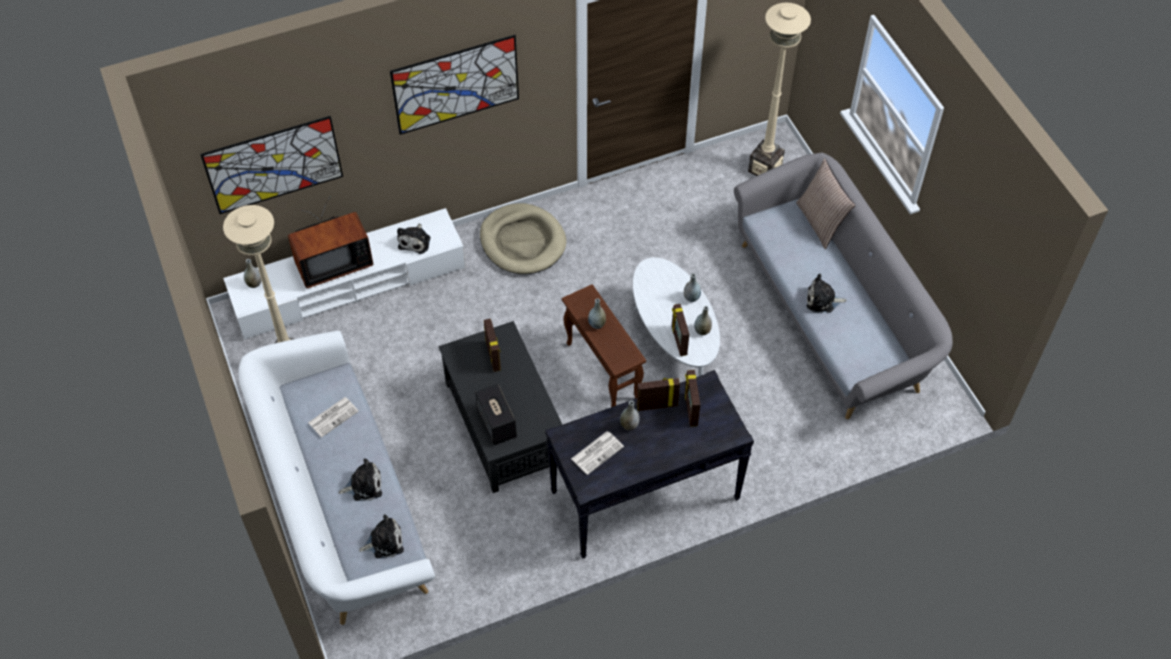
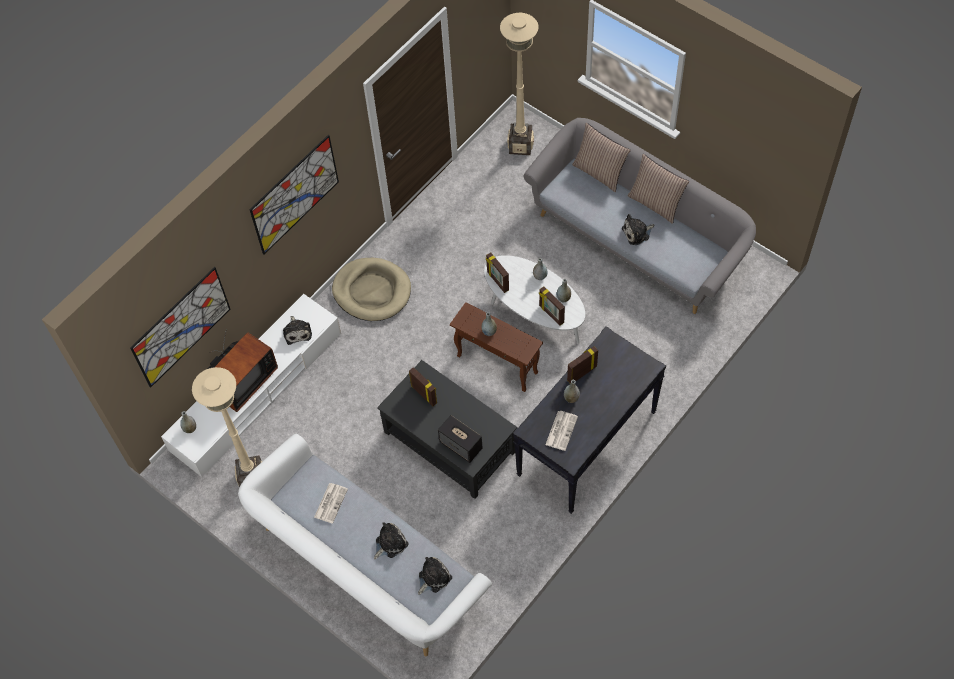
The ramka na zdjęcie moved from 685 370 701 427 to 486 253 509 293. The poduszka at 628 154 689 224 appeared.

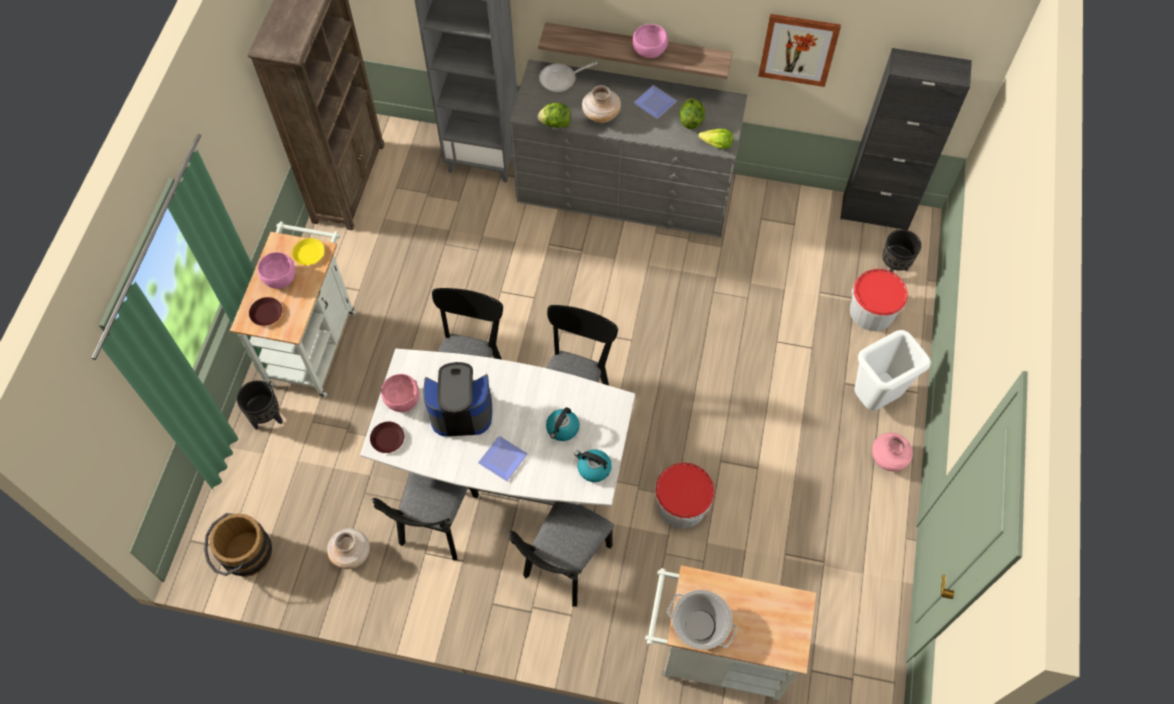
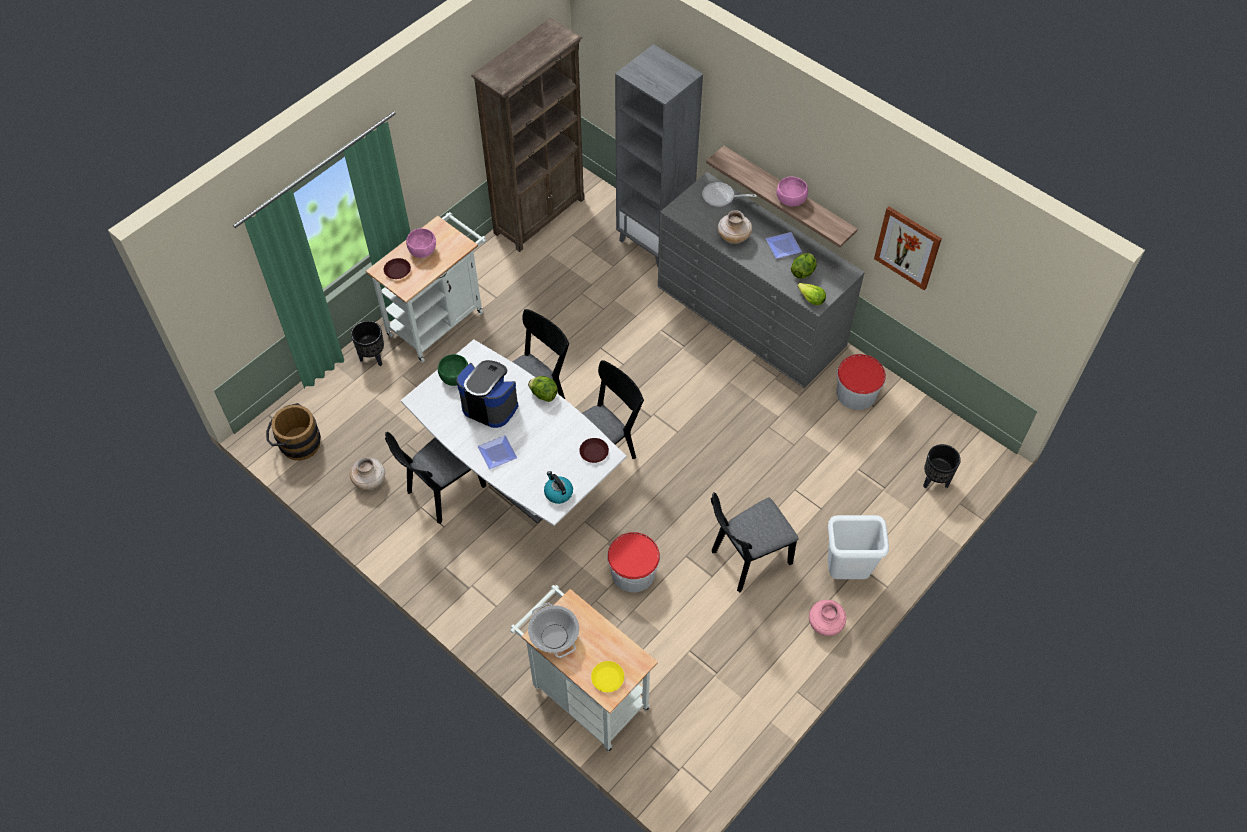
The miska/różowy at 381 374 419 412 became the miska/zielony at 438 354 468 386. The sałata moved from 537 103 571 128 to 528 376 558 402. The talerz/brązowy moved from 370 422 404 453 to 579 438 609 463. The talerz/żółty moved from 292 238 325 265 to 591 661 624 692. The krzesło/czarny moved from 509 501 614 607 to 711 492 799 592. The wiadro moved from 850 269 908 331 to 836 354 886 410. The czajnik at 546 407 579 441 disappeared. The szafka/czarny at 840 48 972 230 disappeared.

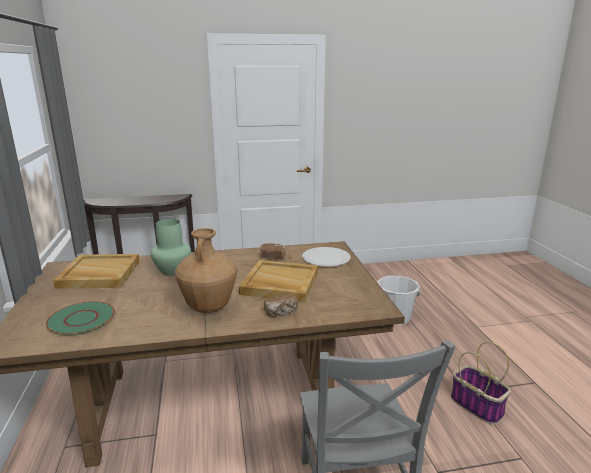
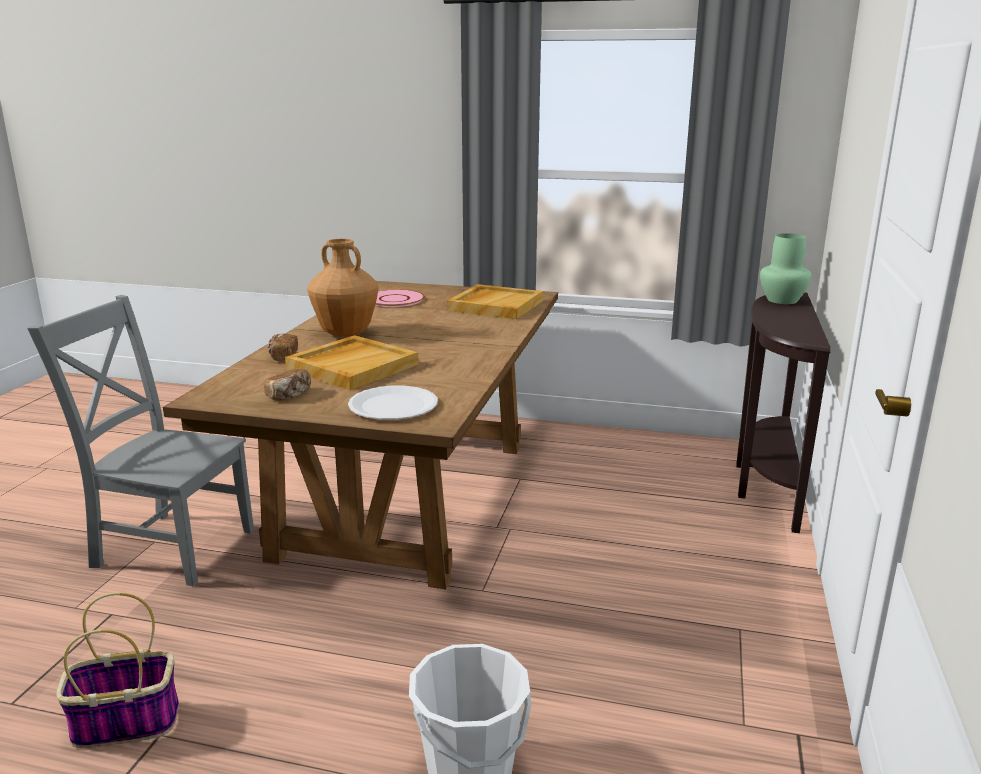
The chleb moved from 260 243 286 259 to 264 369 311 401. The talerz/zielony at 46 301 115 336 became the talerz/różowy at 375 289 425 307. The wazon/zielony moved from 151 219 191 276 to 760 233 812 304.

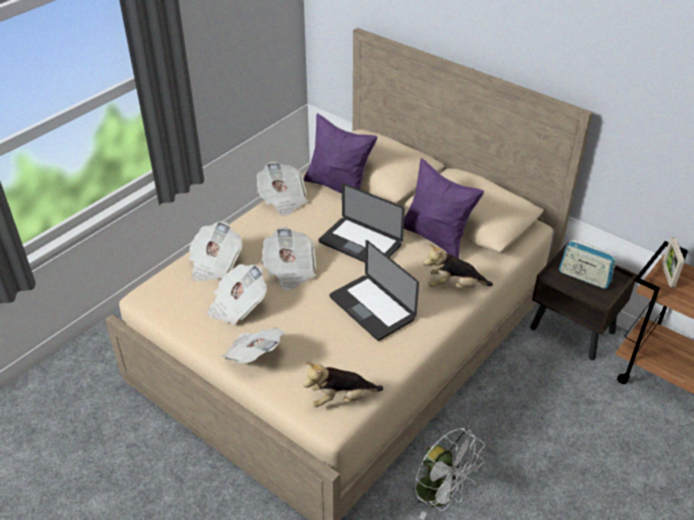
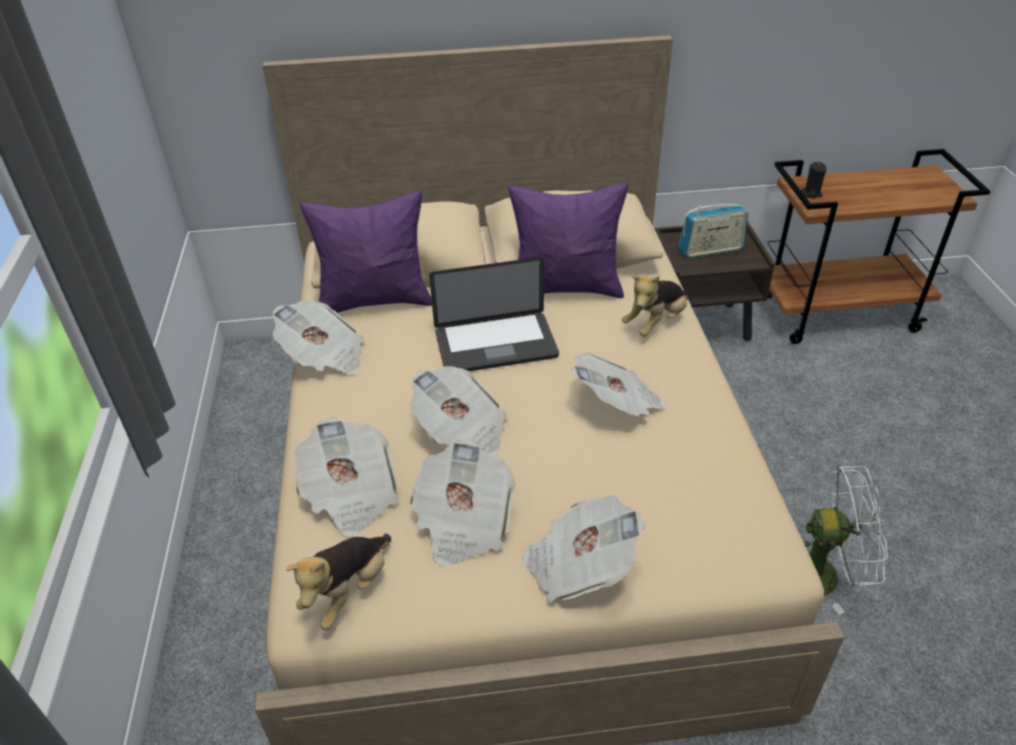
The pluszak moved from 303 362 383 407 to 286 534 391 630. The laptop at 329 240 419 341 was replaced by the gazeta at 571 353 667 417. The ramka na zdjęcie at 662 237 684 288 was replaced by the świeca/czarny at 801 162 826 198.

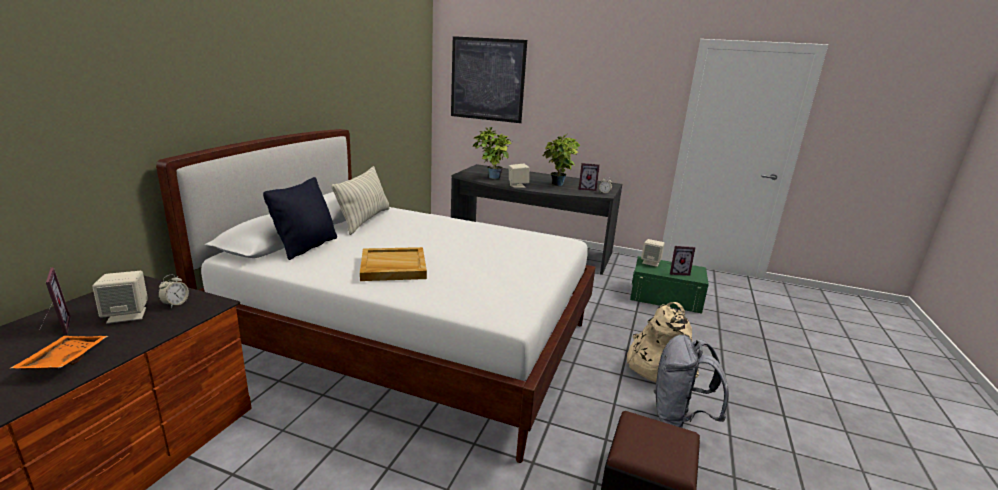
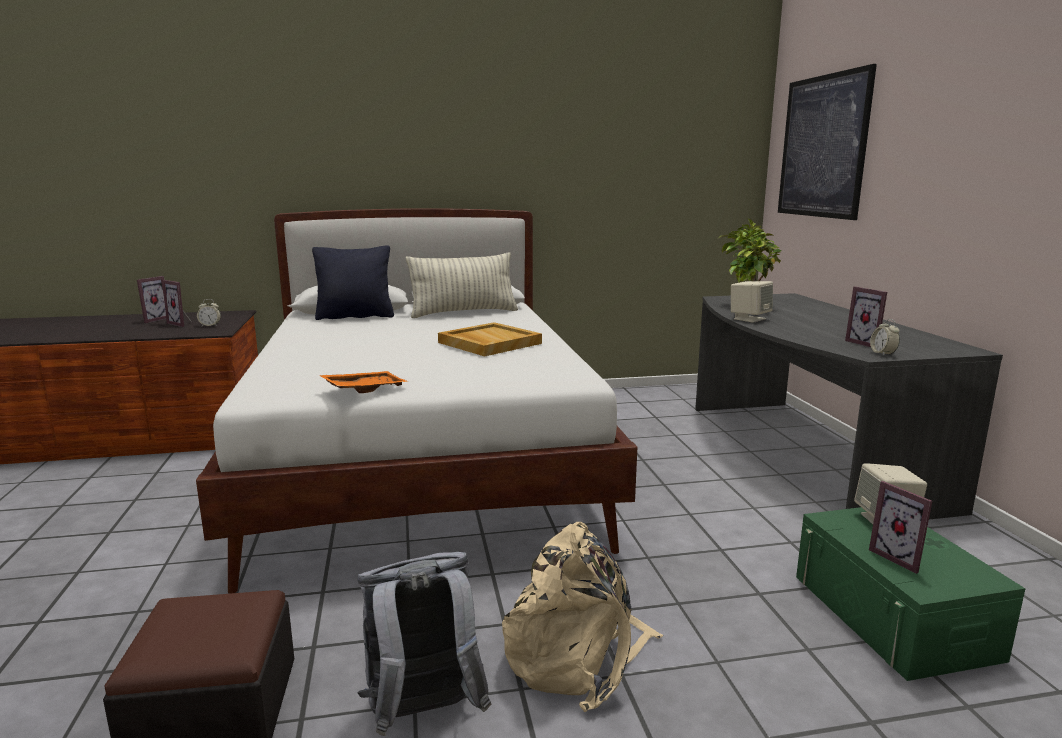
The głośnik/beżowy at 92 271 148 324 was replaced by the ramka na zdjęcie at 162 280 192 327. The taca/pomarańczowy moved from 11 336 108 370 to 319 371 408 393. The taca/beżowy moved from 360 247 427 281 to 438 322 542 356. The roślina doniczkowa at 543 134 580 186 disappeared.

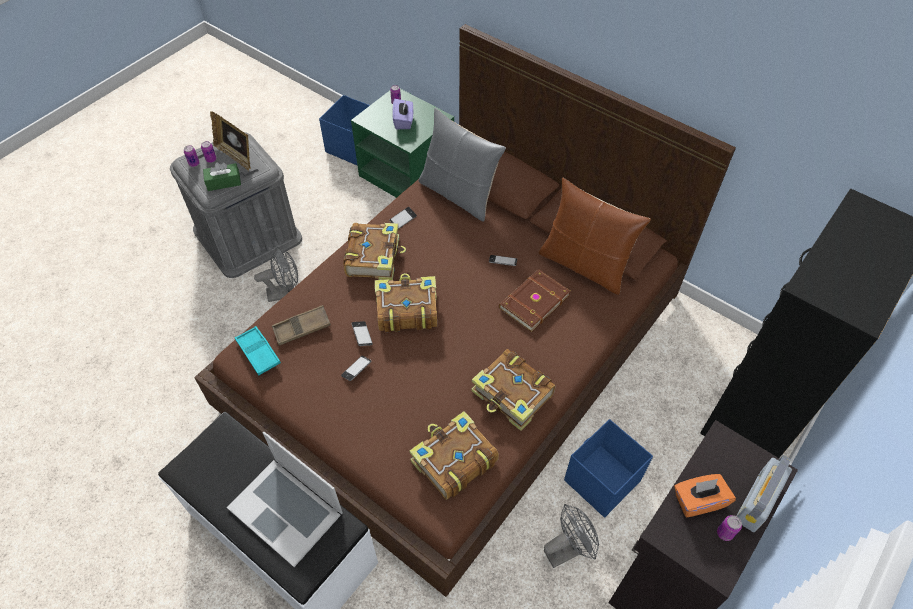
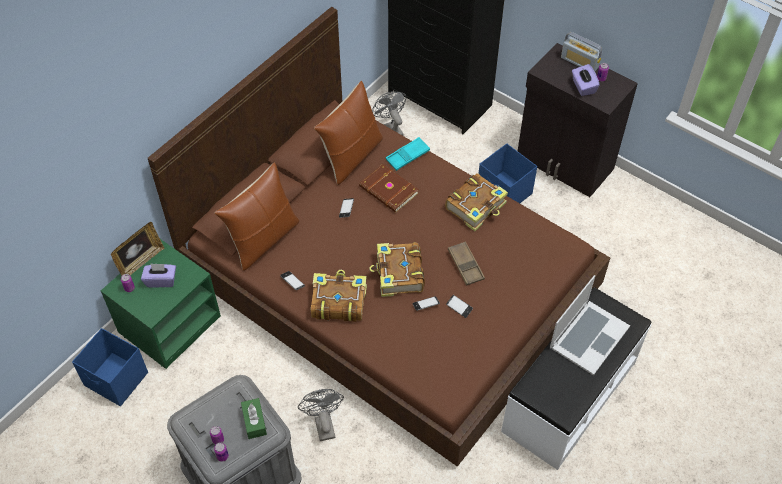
The ramka na zdjęcie moved from 210 111 251 171 to 111 222 165 276. The poduszka/szary at 418 108 506 222 became the poduszka/brązowy at 215 162 299 271. The wentylator/szary moved from 544 504 599 568 to 372 91 406 136. The taca/turkusowy moved from 235 326 281 375 to 386 137 430 171. The taca/brązowy moved from 272 305 331 346 to 448 241 485 286. The pudełko chusteczek/pomarańczowy at 674 474 736 518 became the pudełko chusteczek/fioletowy at 572 64 600 96. The książka at 409 411 499 500 disappeared.

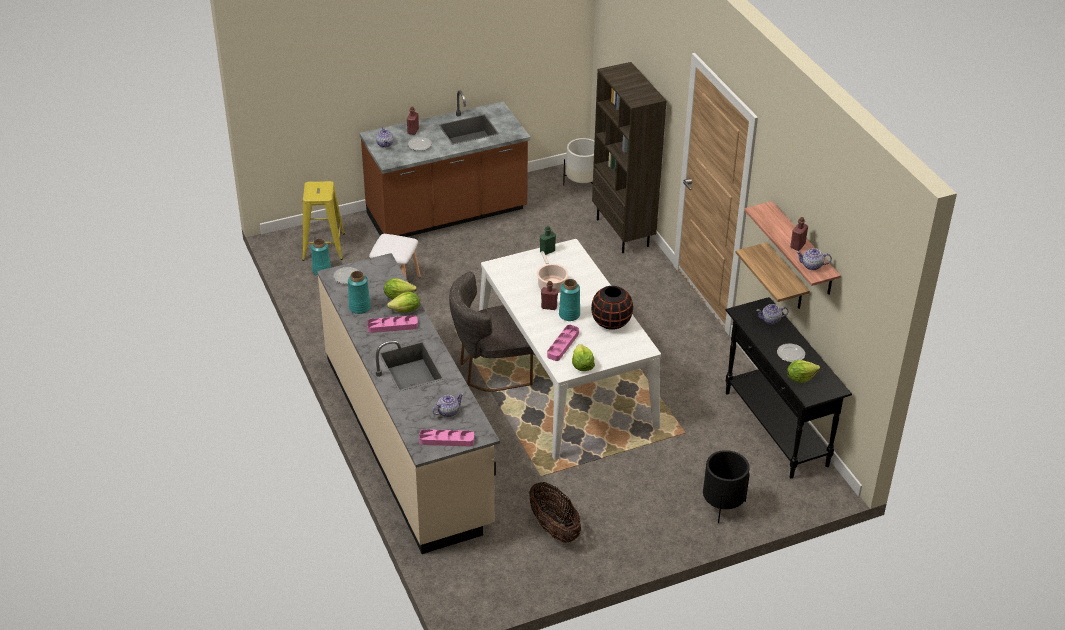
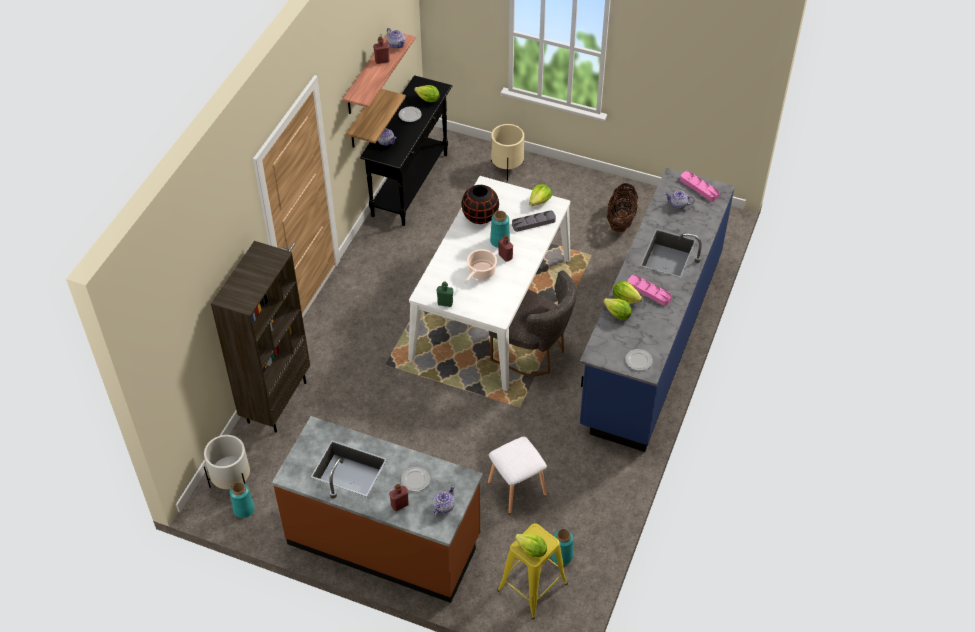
The wazon/turkusowy moved from 348 271 371 314 to 230 482 254 518. The donica/czarny at 703 450 750 523 became the donica/beżowy at 491 124 524 181. The taca/różowy at 547 325 579 361 became the taca/szary at 512 210 556 232. The sałata at 515 534 547 557 appeared. The zabudowa kuchenna/beżowy at 317 253 500 554 became the zabudowa kuchenna/niebieski at 580 168 735 452.

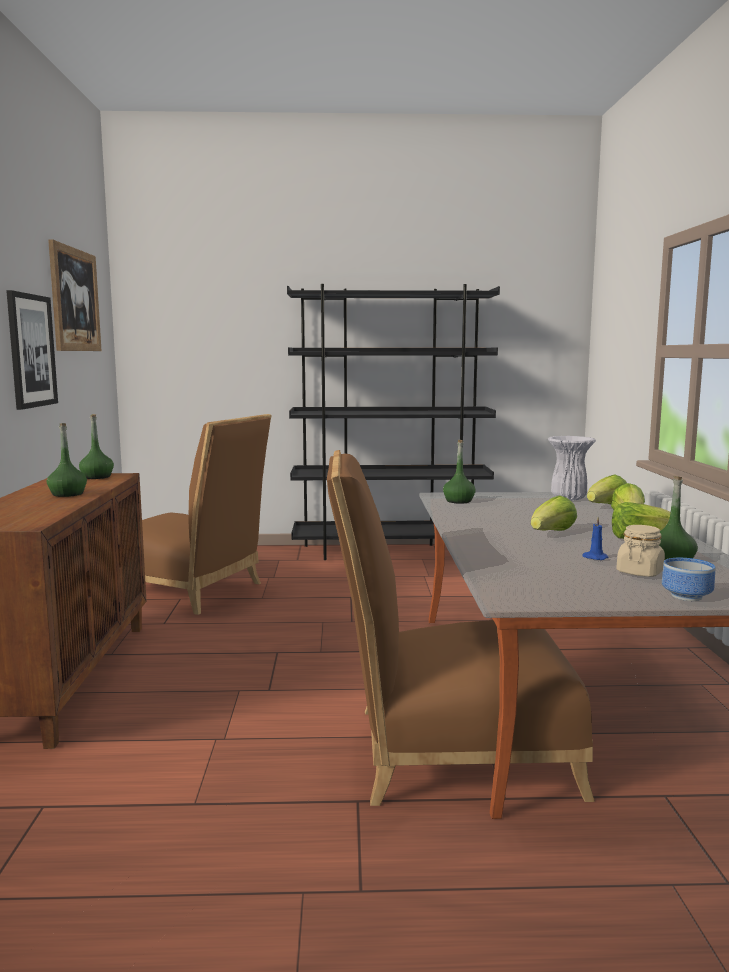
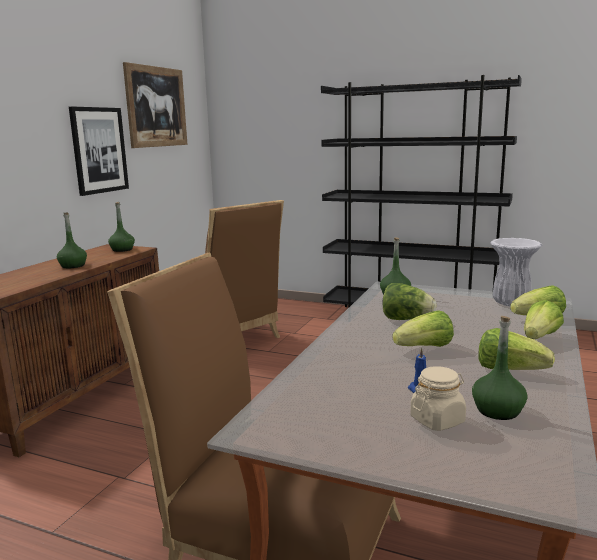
The sałata at 382 283 437 320 appeared. The miska at 662 558 715 601 disappeared.

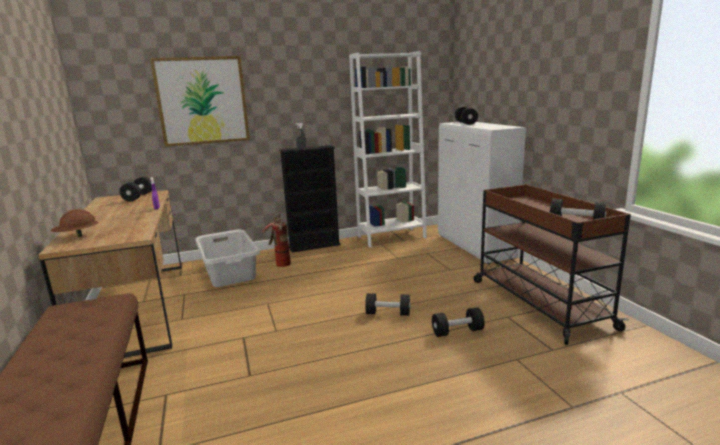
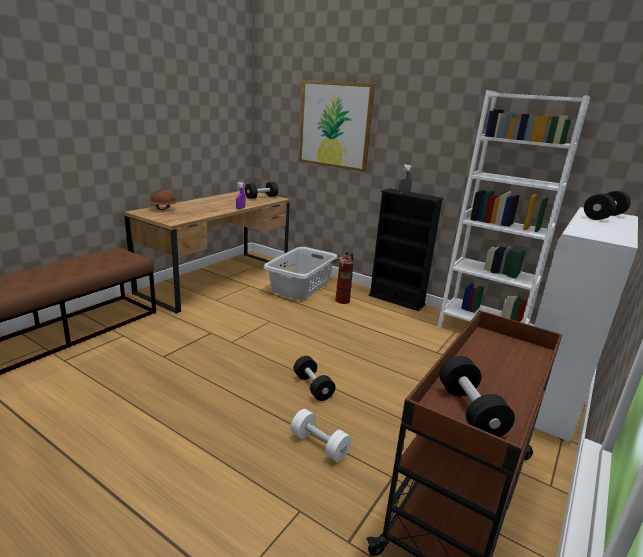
The hantel/czarny at 432 307 484 337 became the hantel/biały at 291 409 352 462.

